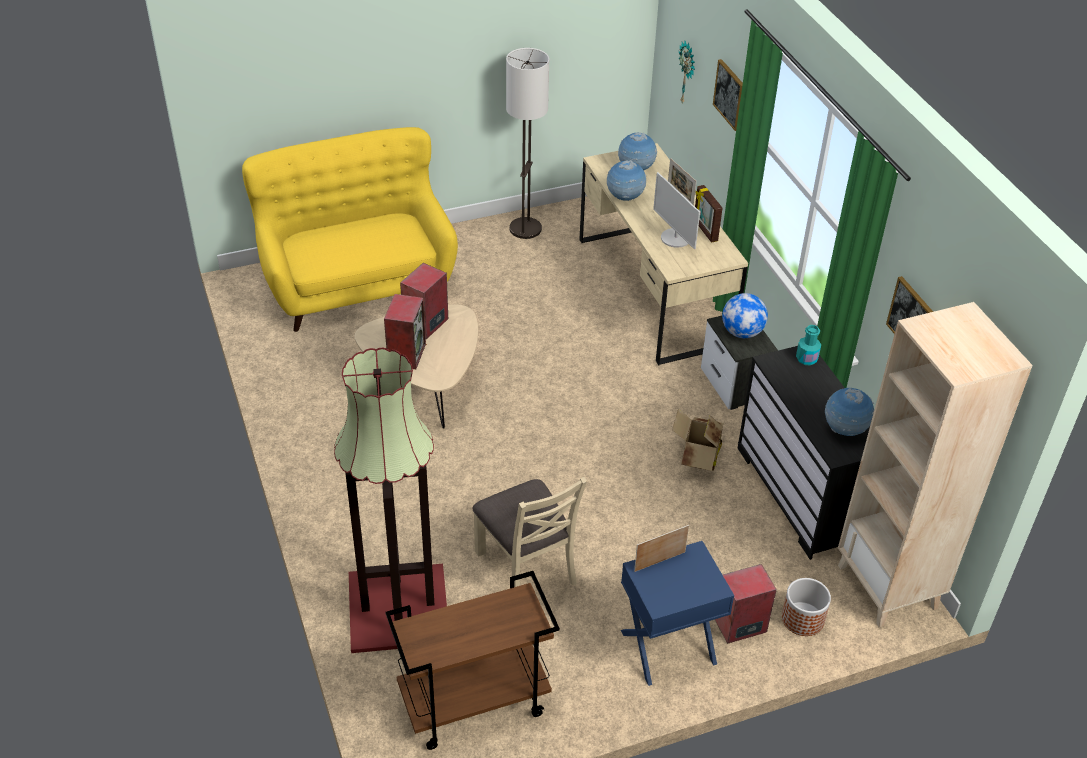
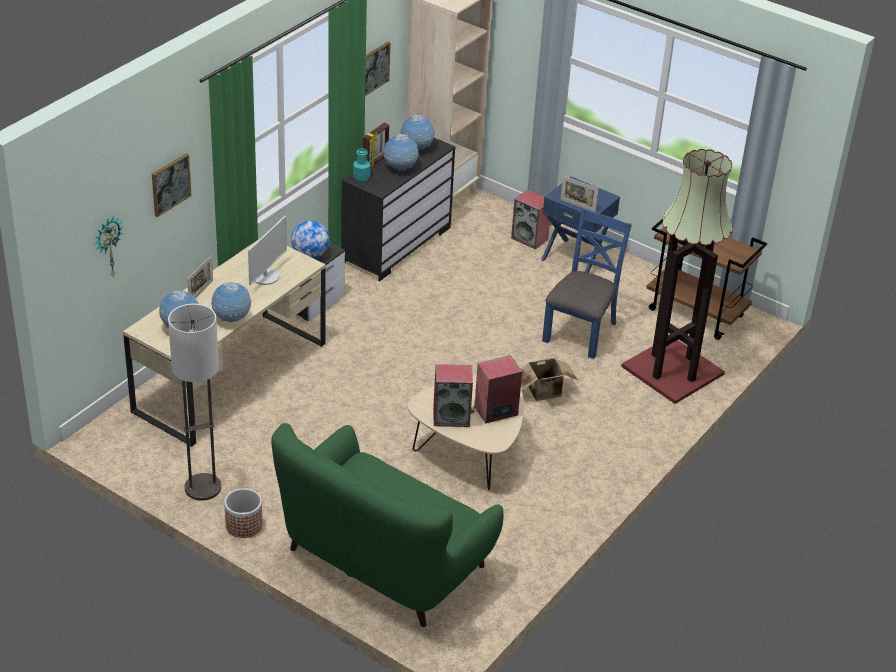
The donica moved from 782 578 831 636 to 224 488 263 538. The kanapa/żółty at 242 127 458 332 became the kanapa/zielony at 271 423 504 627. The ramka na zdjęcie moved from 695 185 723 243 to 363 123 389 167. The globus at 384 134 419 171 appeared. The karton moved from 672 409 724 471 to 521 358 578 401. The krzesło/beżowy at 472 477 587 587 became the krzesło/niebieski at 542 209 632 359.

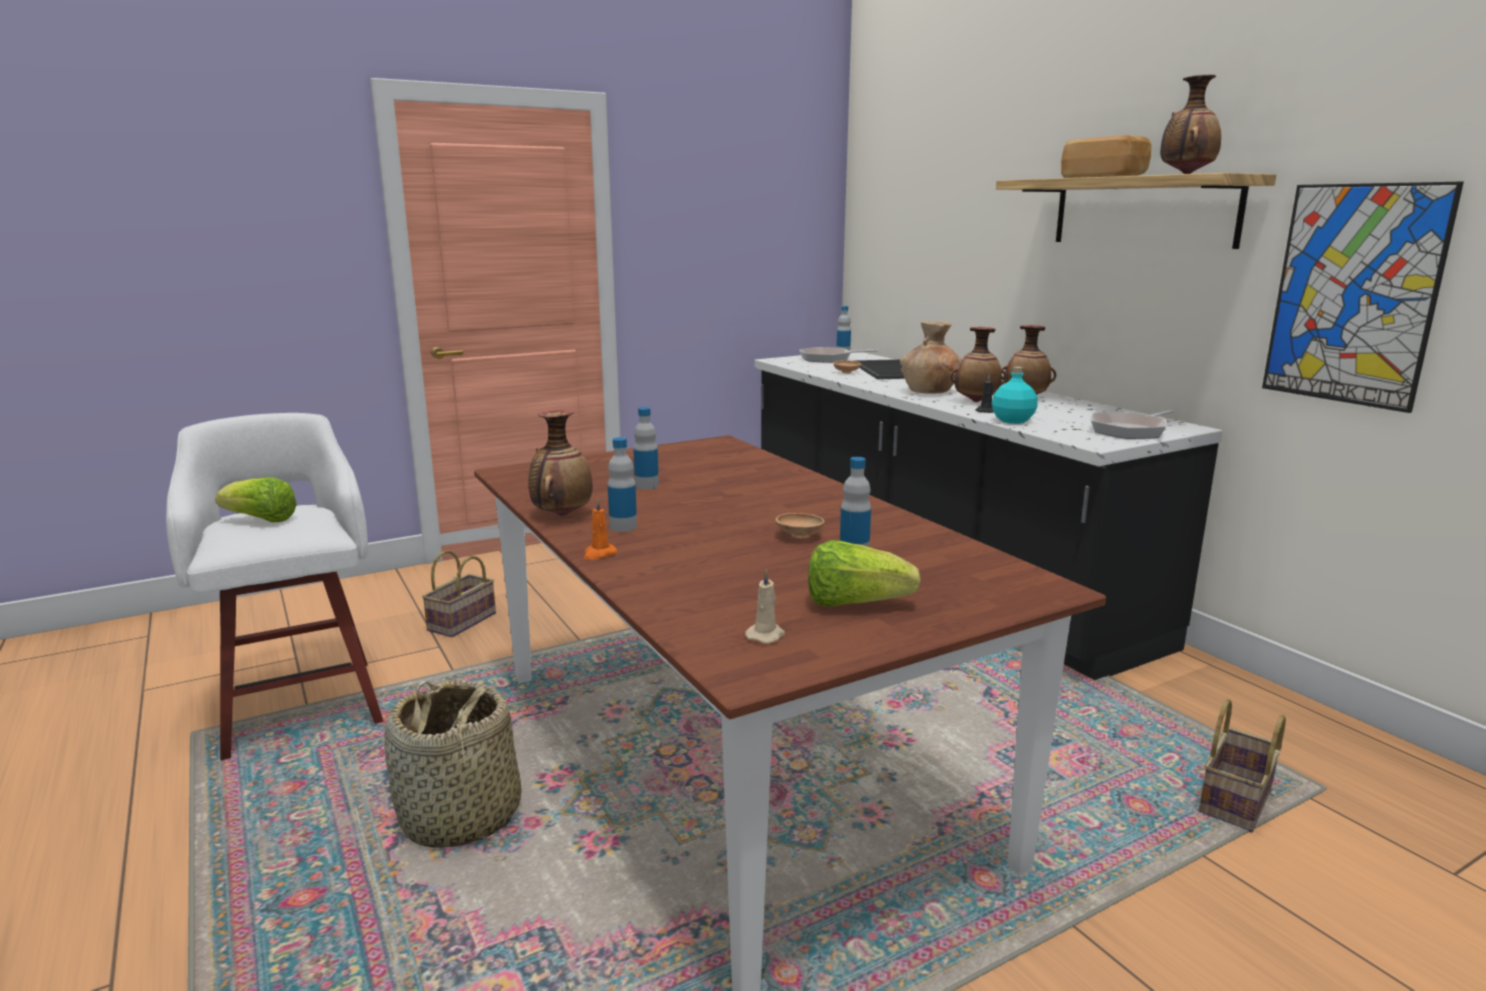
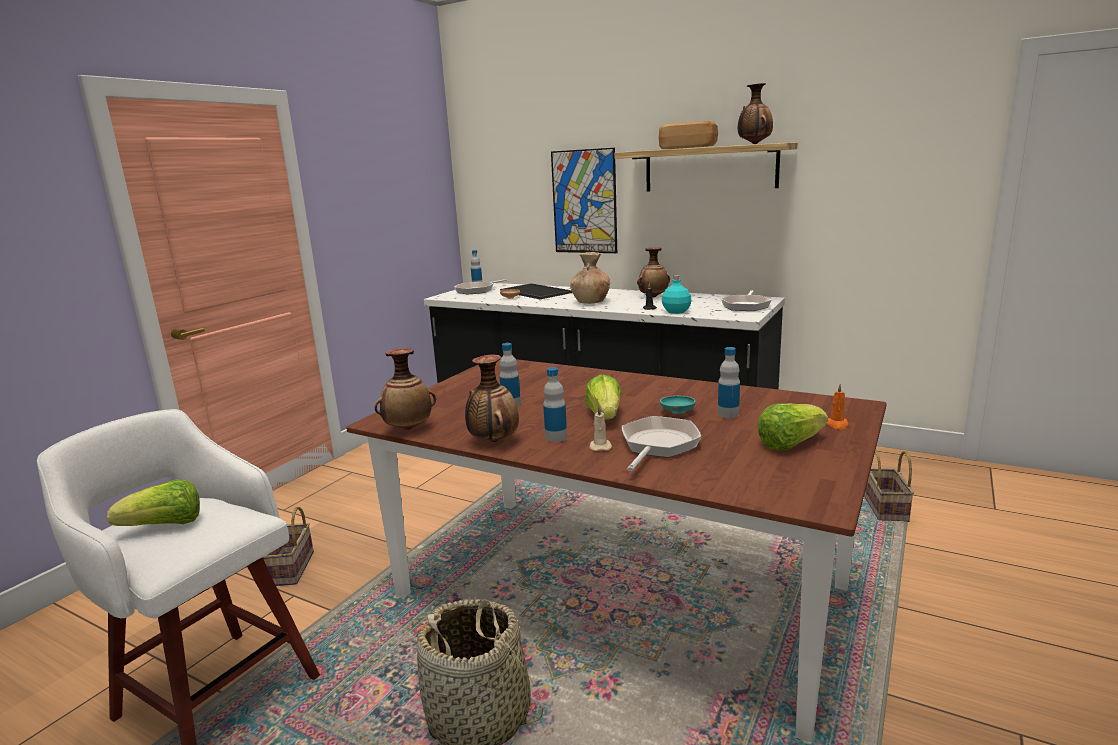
The wazon moved from 950 327 1007 402 to 375 348 436 430. The obraz moved from 1262 182 1464 413 to 551 148 617 253. The sałata at 585 375 622 419 appeared. The świeca/beżowy moved from 745 569 785 644 to 589 406 612 451. The patelnia at 622 416 701 471 appeared. The miska/brązowy at 776 513 824 538 became the miska/turkusowy at 660 396 696 414. The świeca/pomarańczowy moved from 584 498 617 560 to 827 384 849 430.

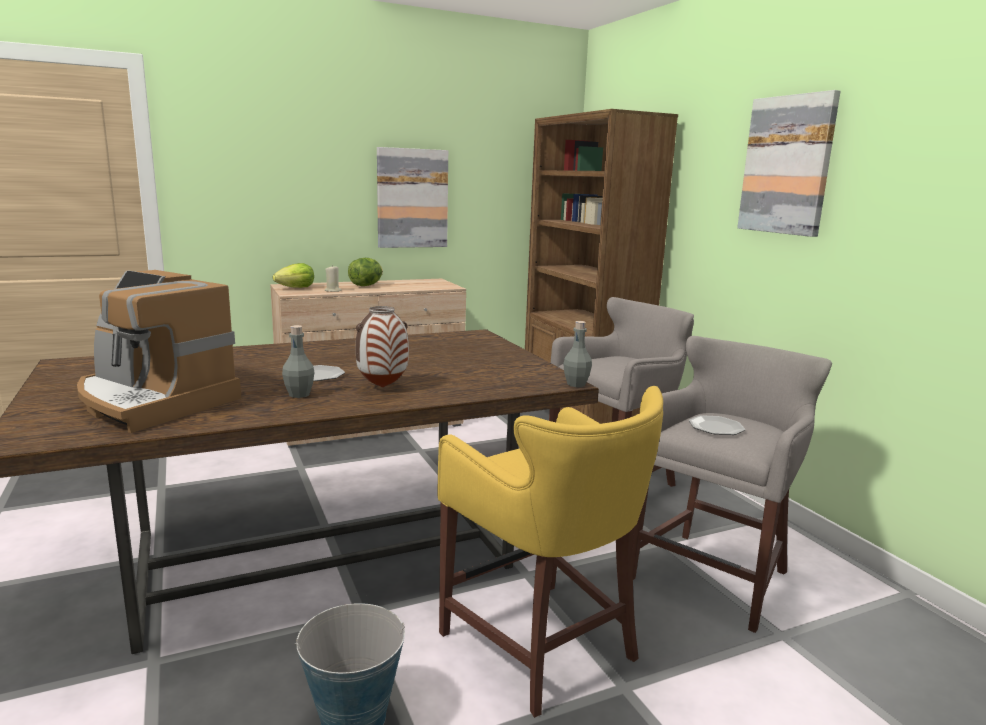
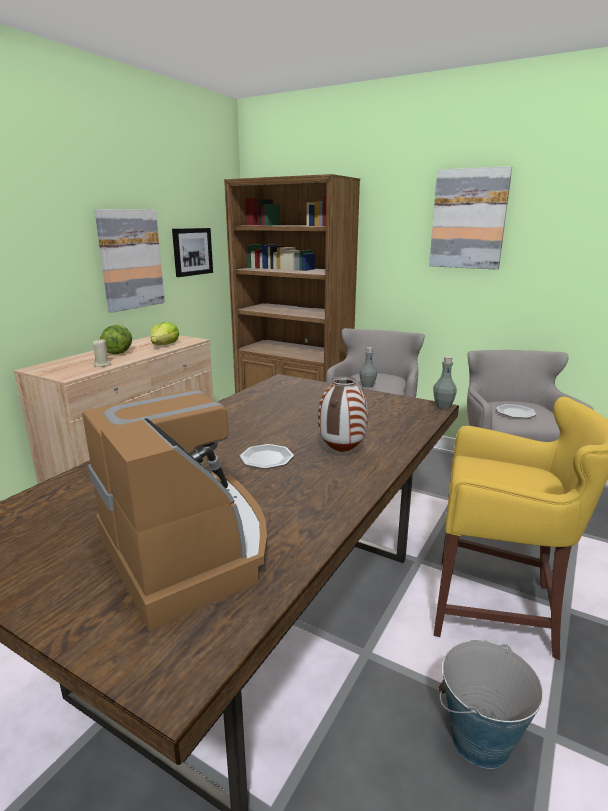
The ekspres do kawy at 77 270 241 433 turned 120 degrees counterclockwise. The sałata moved from 273 263 314 288 to 151 322 180 345. The obraz at 172 228 213 277 appeared. The butelka/szary moved from 282 325 314 398 to 359 347 377 388.

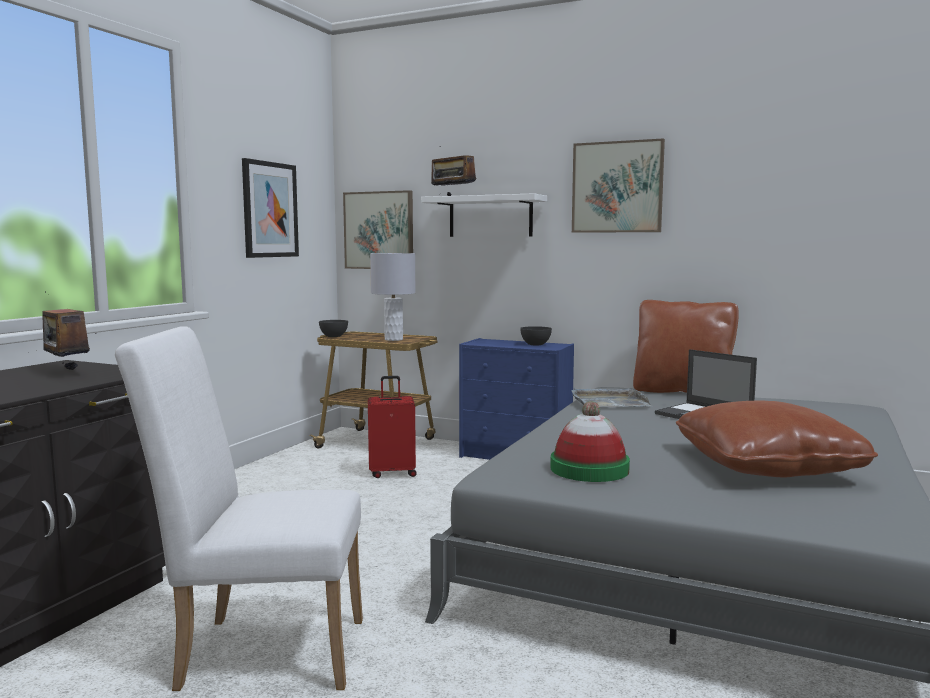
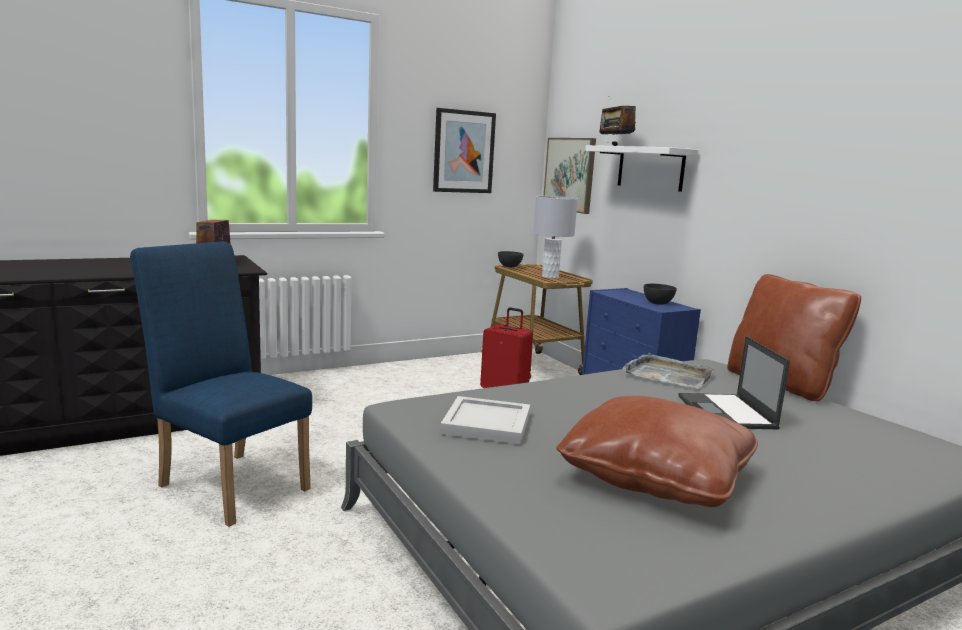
The krzesło/biały at 115 326 363 691 became the krzesło/niebieski at 130 241 312 527. The kapelusz at 550 401 630 482 was replaced by the taca/biały at 440 396 530 445. The obraz at 572 138 665 233 disappeared.

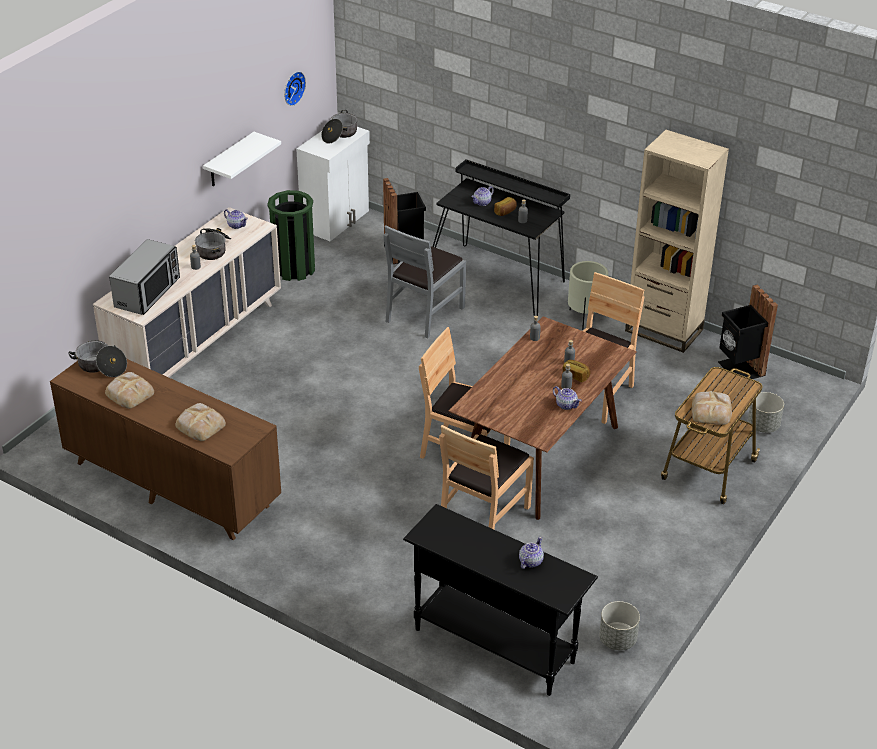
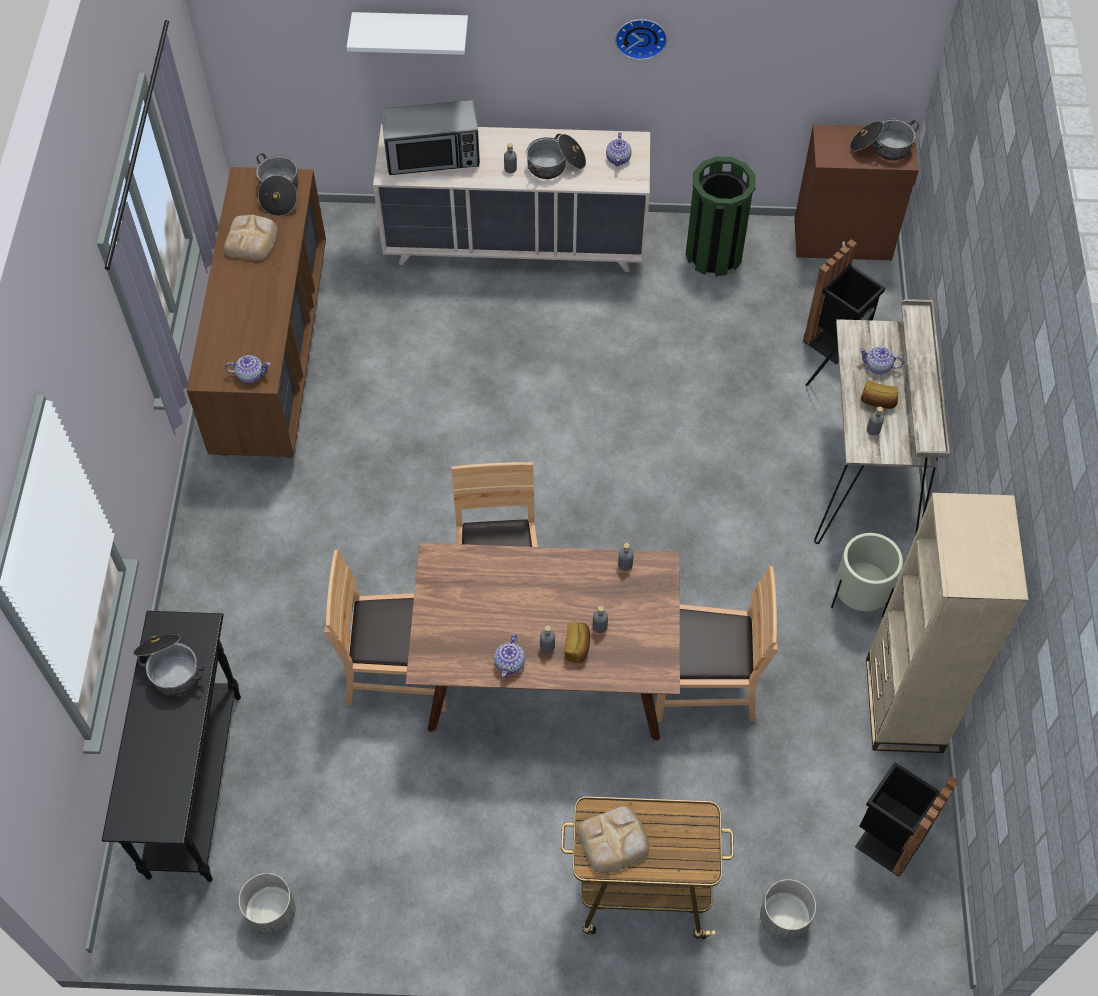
The garnek at 133 634 205 696 appeared. The imbryk moved from 519 537 544 569 to 225 355 271 383. The półka/biały moved from 203 132 281 186 to 347 12 468 55. The zegar ścienny moved from 284 71 306 106 to 615 19 667 60. The szafka/biały at 296 127 370 241 became the szafka/brązowy at 794 124 919 260. The biurko/czarny at 433 159 570 316 became the biurko/beżowy at 806 299 950 544. The chleb at 176 403 226 441 disappeared. The krzesło/szary at 384 225 466 339 disappeared.

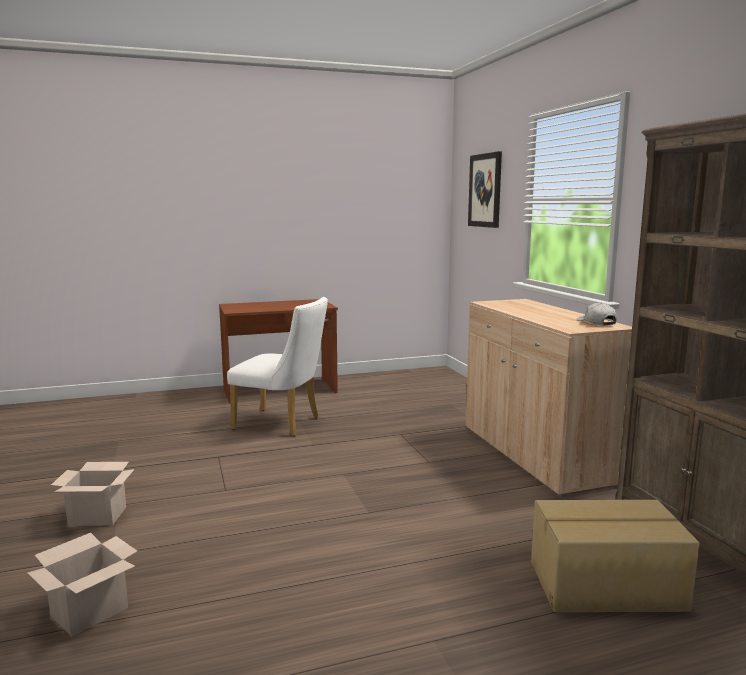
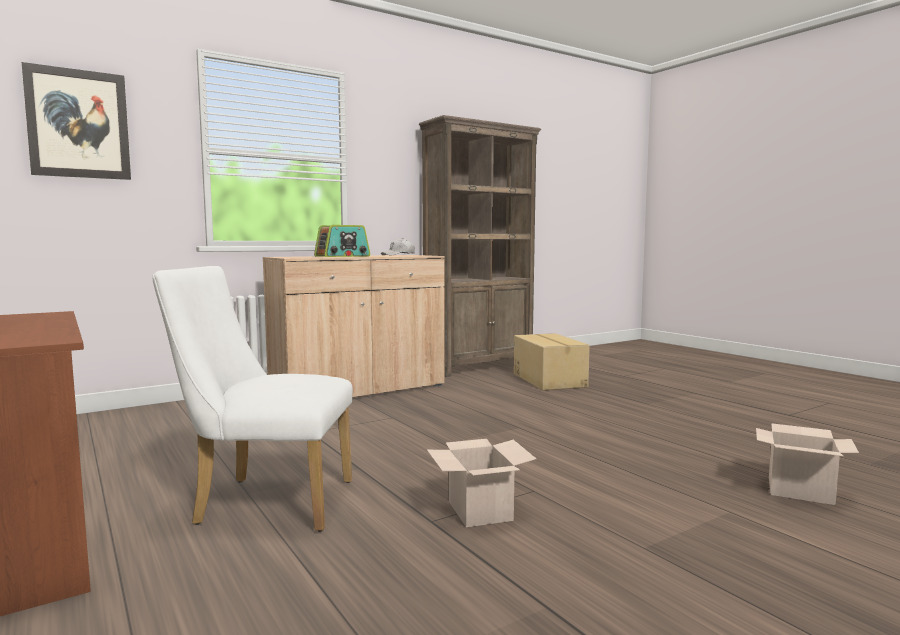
The krzesło/biały at 227 297 328 436 turned 90 degrees counterclockwise. The radio at 314 225 370 257 appeared. The karton moved from 51 462 135 526 to 427 439 536 527.

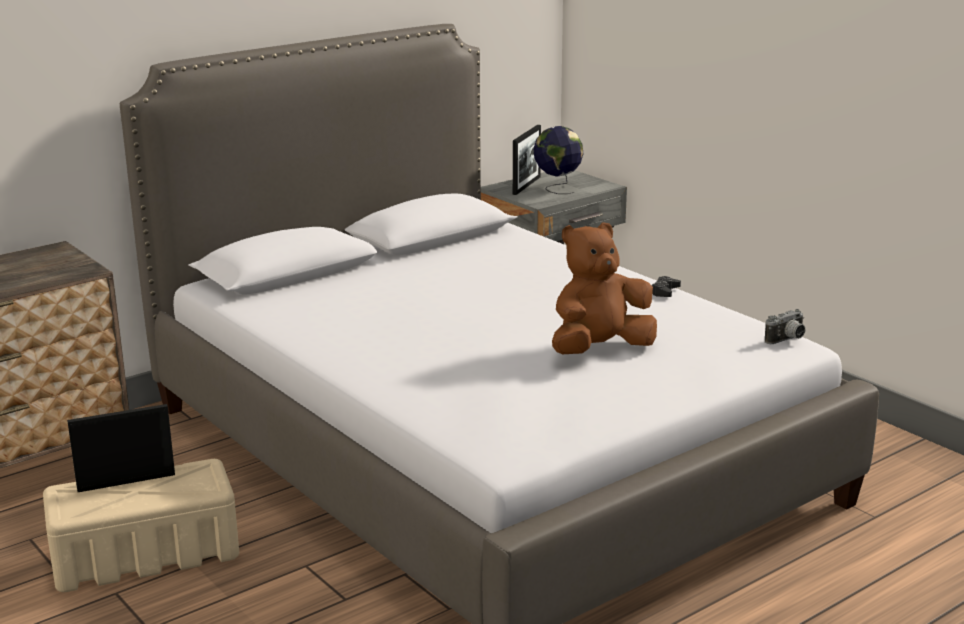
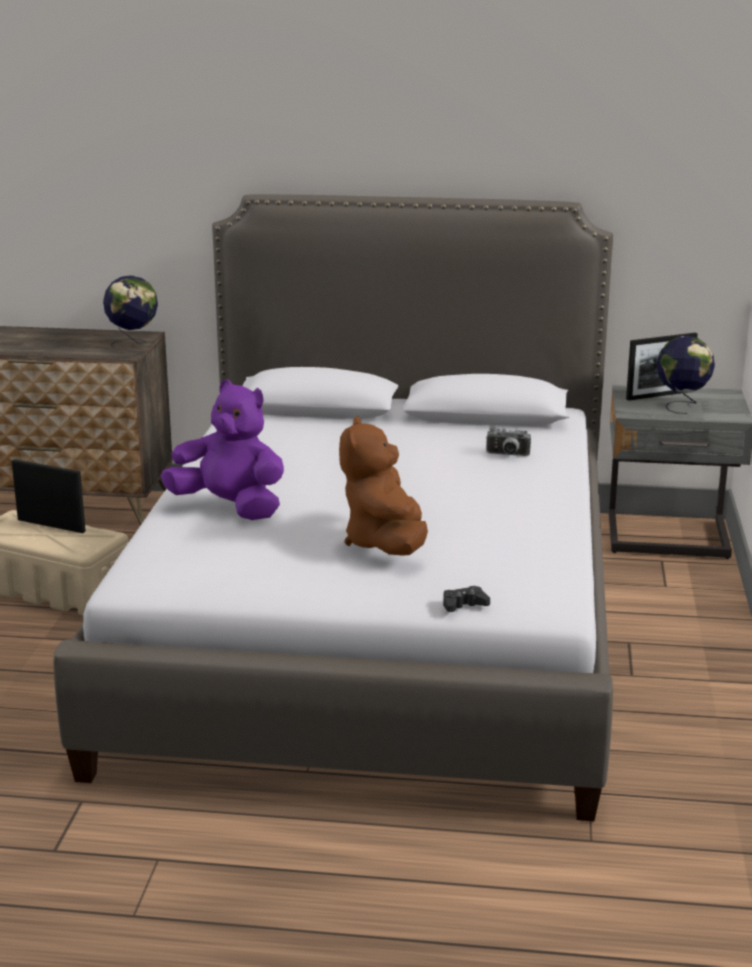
The globus at 103 275 158 347 appeared. The pluszak/fioletowy at 161 379 284 520 appeared. The pluszak/brązowy at 552 222 657 354 turned 105 degrees counterclockwise. The pad do gier/czarny moved from 652 276 681 297 to 443 586 490 612. The aparat fotograficzny moved from 765 309 805 344 to 486 428 531 456.

